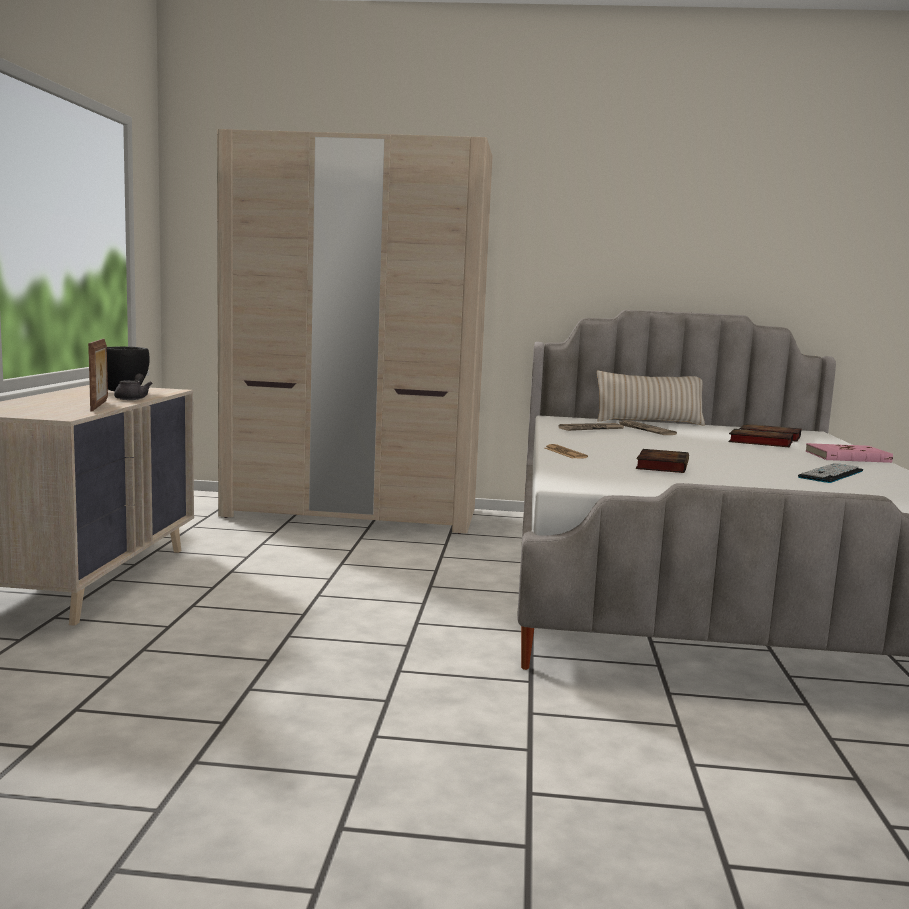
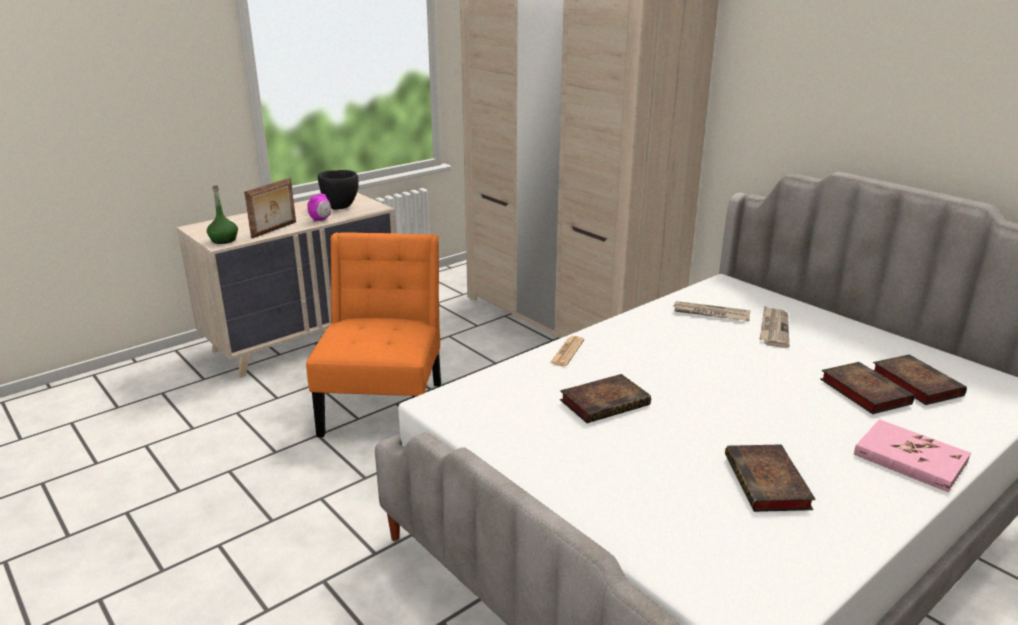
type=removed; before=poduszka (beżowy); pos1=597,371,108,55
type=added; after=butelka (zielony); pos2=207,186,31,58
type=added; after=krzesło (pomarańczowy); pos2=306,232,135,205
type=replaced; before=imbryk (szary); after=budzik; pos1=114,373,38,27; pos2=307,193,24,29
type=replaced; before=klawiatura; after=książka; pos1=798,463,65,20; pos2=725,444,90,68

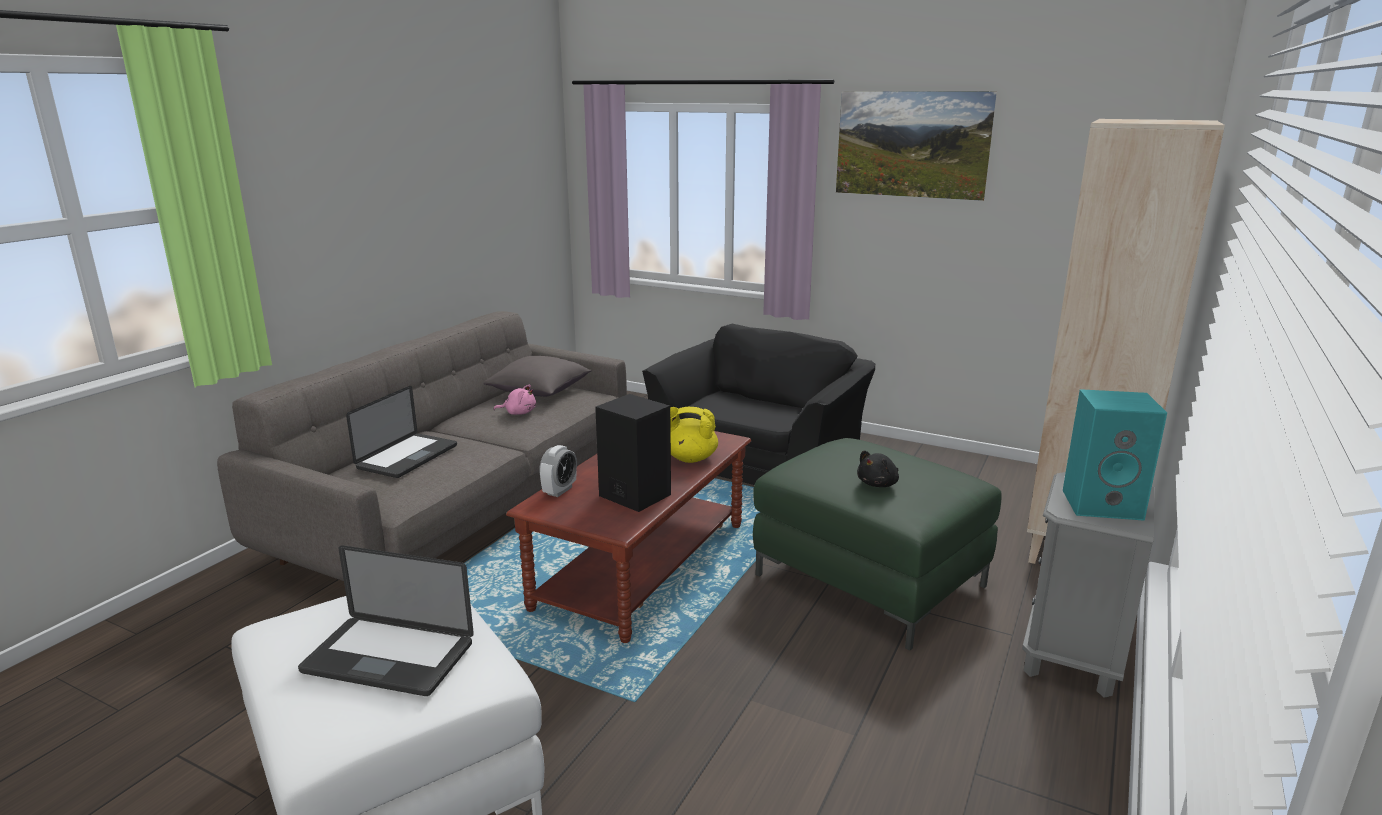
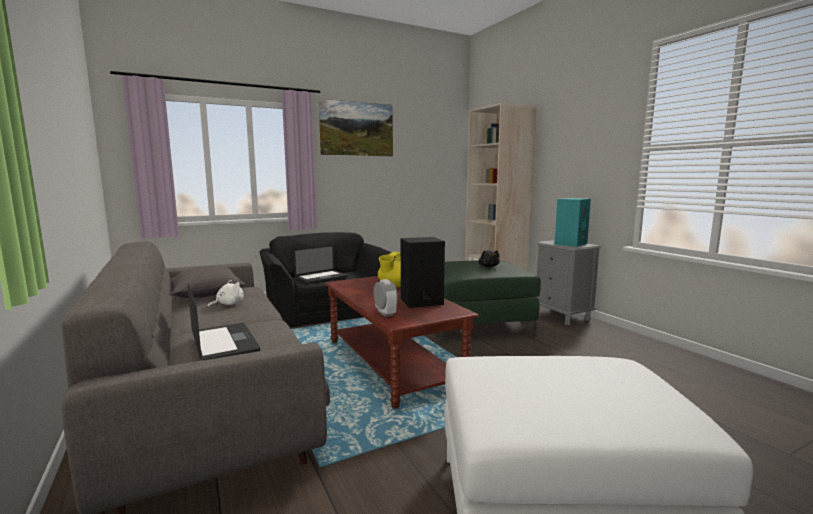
type=moved; before=laptop; pos1=298,545,176,151; pos2=293,245,55,39
type=recoloured; before=pluszak (różowy); after=pluszak (biały); pos1=494,385,42,30; pos2=207,280,37,27

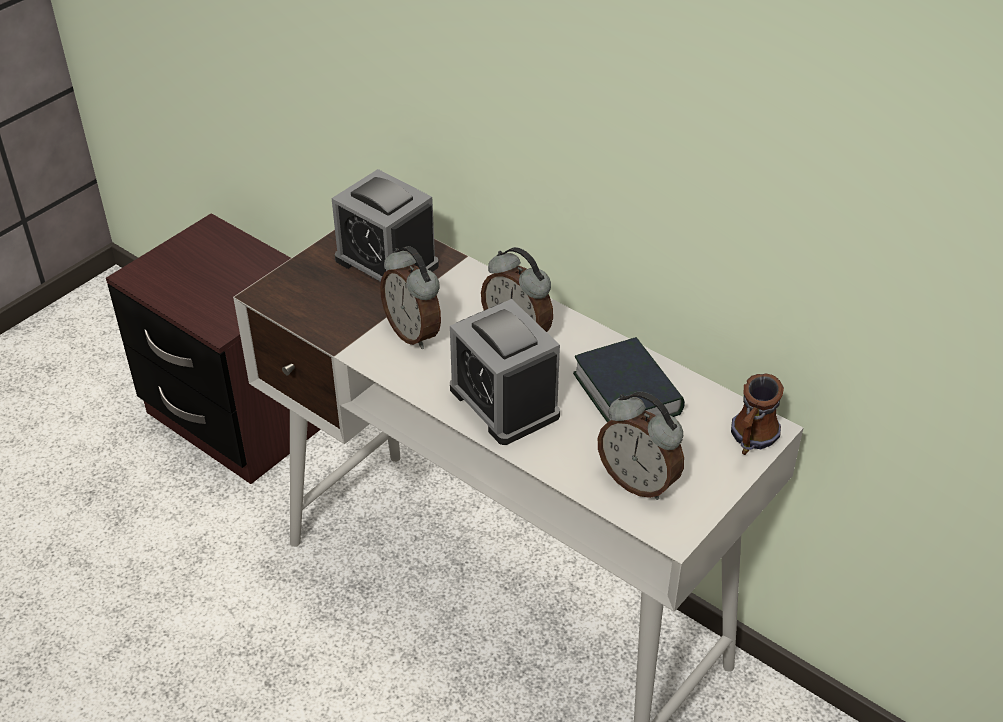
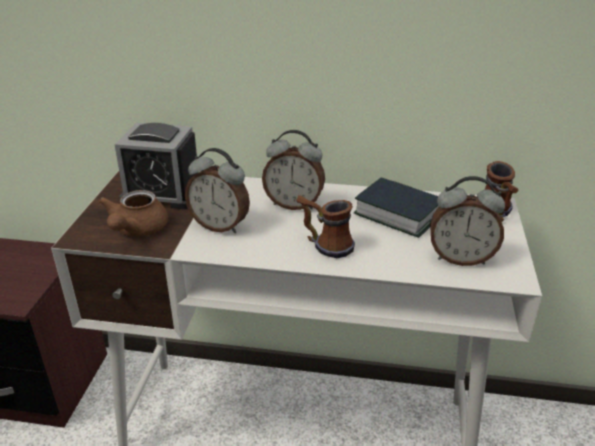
type=added; after=imbryk (brązowy); pos2=98,190,70,47
type=replaced; before=budzik; after=kubek; pos1=450,299,110,146; pos2=296,195,59,63

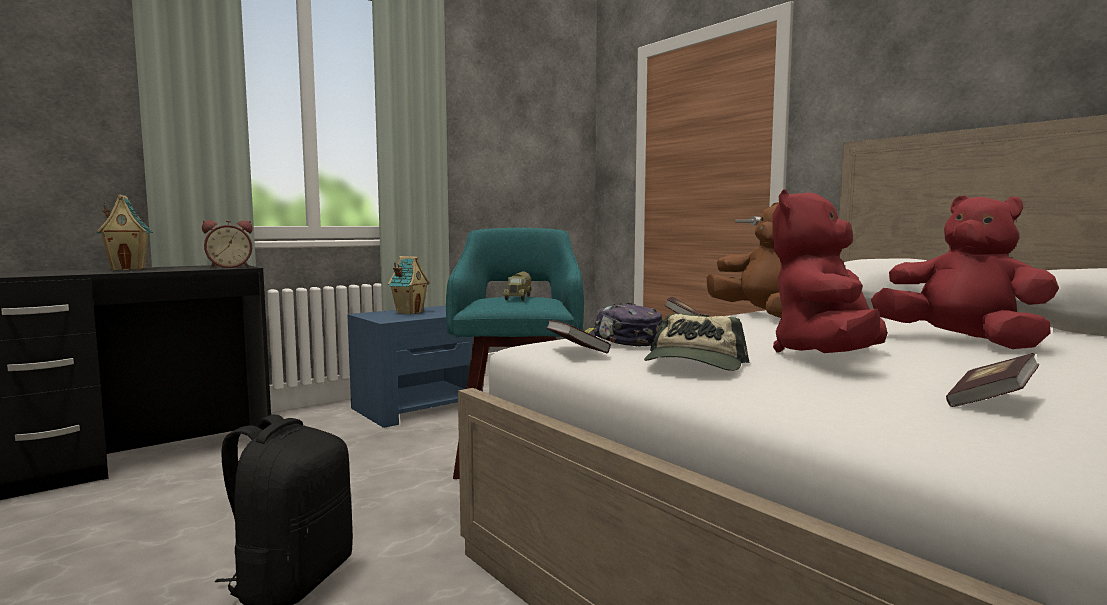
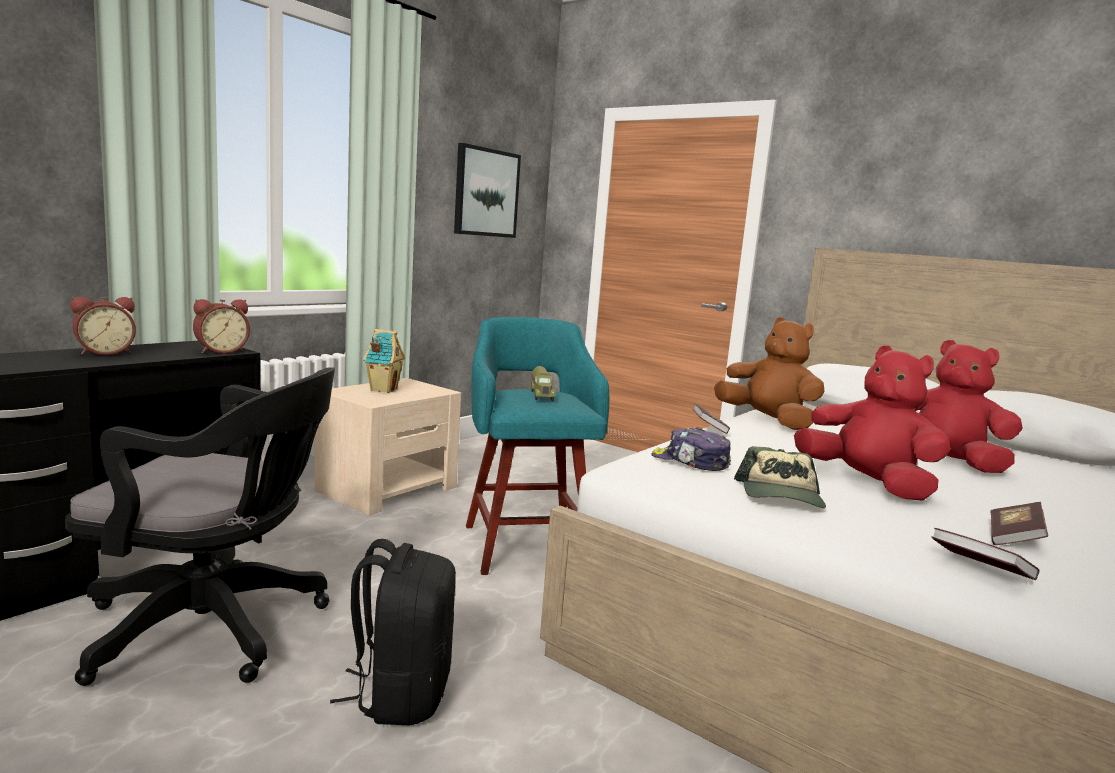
type=added; after=krzesło biurowe (czarny); pos2=65,367,270,319
type=added; after=obraz; pos2=454,143,67,95
type=moved; before=książka; pos1=546,320,65,33; pos2=931,528,108,52
type=replaced; before=domek; after=budzik; pos1=96,194,57,76; pos2=70,297,66,58
type=recoloured; before=szafka nocna (niebieski); after=szafka nocna (beżowy); pos1=347,306,136,122; pos2=314,378,147,137
type=turned; before=pluszak (czerwony); pos1=773,189,115,164; pos2=794,346,157,155; turn=120

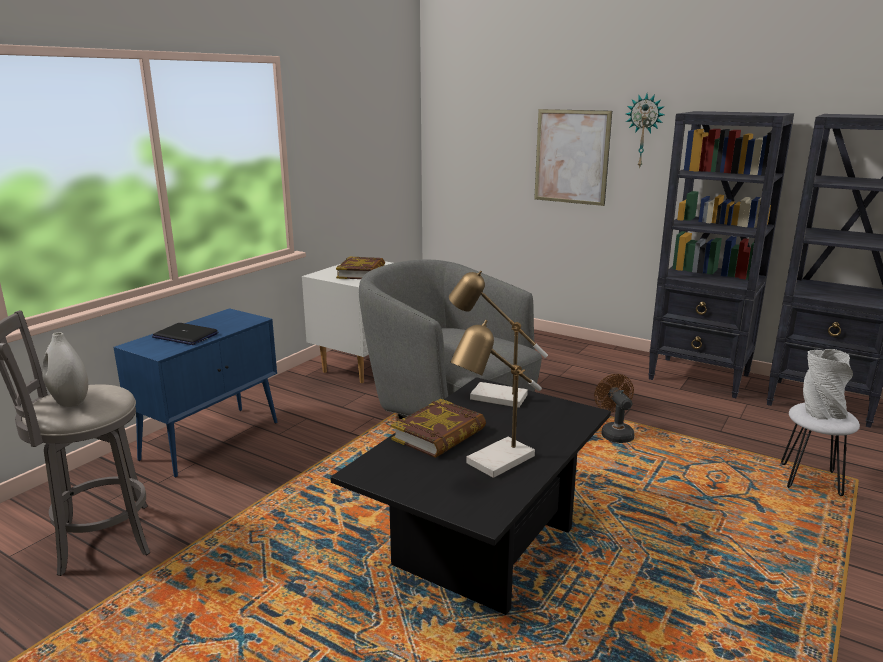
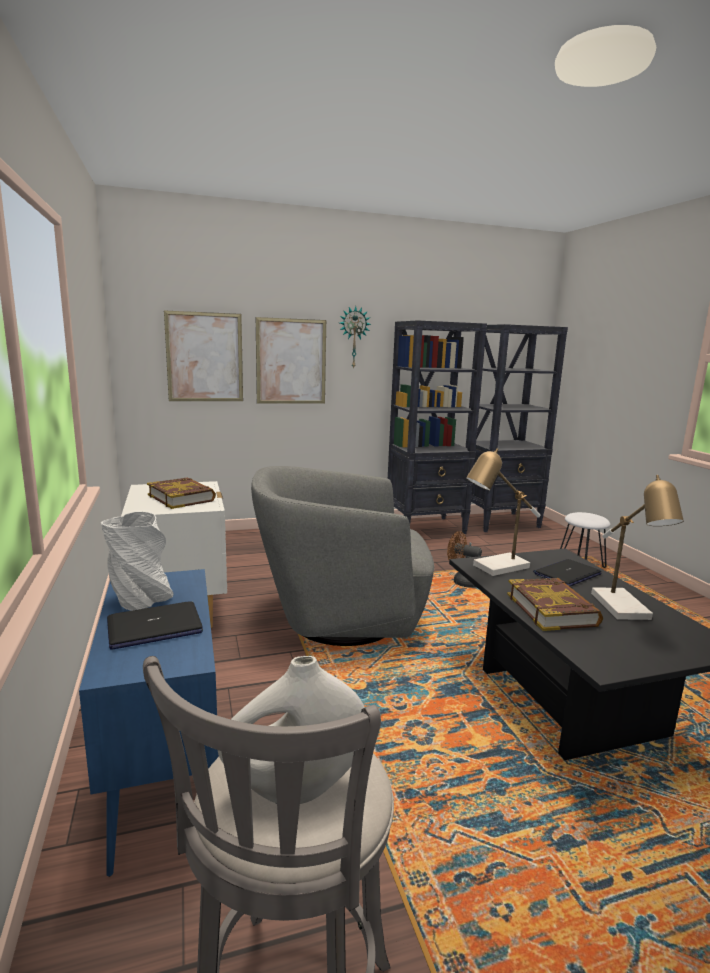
type=added; after=obraz; pos2=164,310,79,91
type=added; after=laptop; pos2=533,559,69,28
type=moved; before=wazon (szary); pos1=803,349,50,70; pos2=101,512,73,99

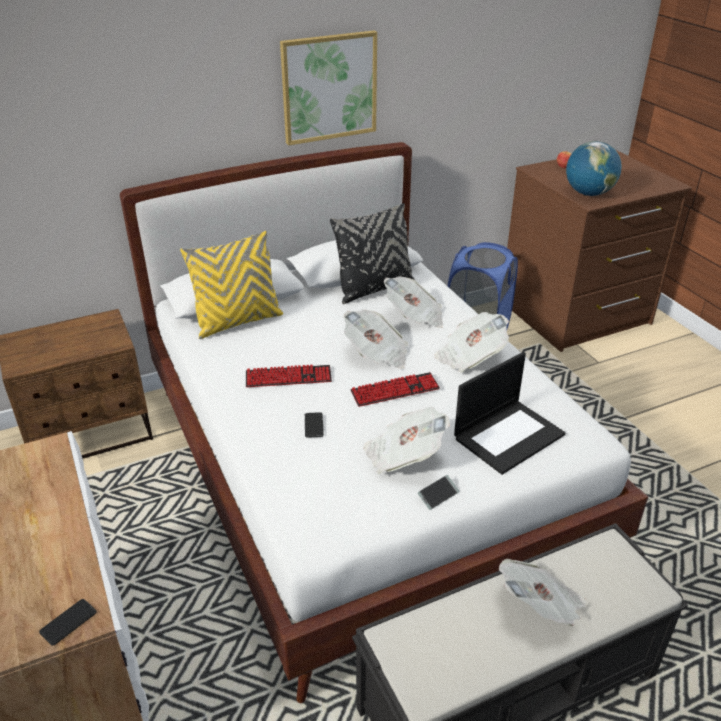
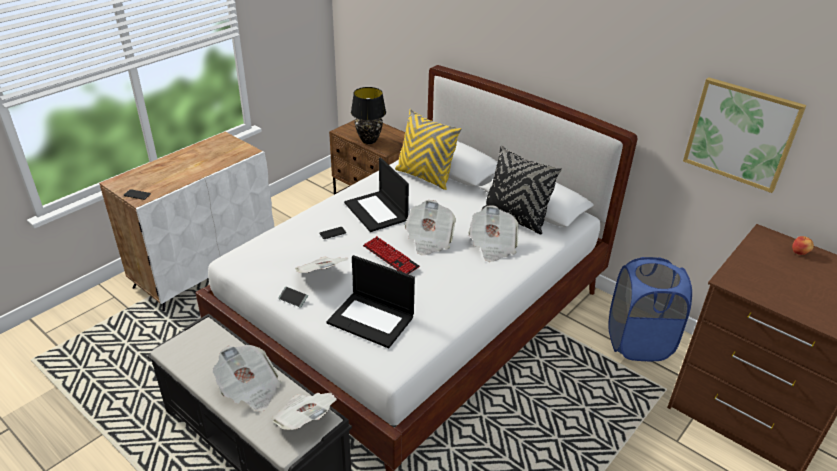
type=removed; before=globus; pos1=566,141,56,55
type=added; after=lampa stołowa (czarny); pos2=351,87,35,57
type=moved; before=obraz; pos1=280,30,97,116; pos2=683,77,123,116
type=moved; before=gazeta; pos1=435,312,74,60; pos2=271,393,66,37
type=replaced; before=klawiatura; after=laptop; pos1=246,365,86,22; pos2=344,158,65,74

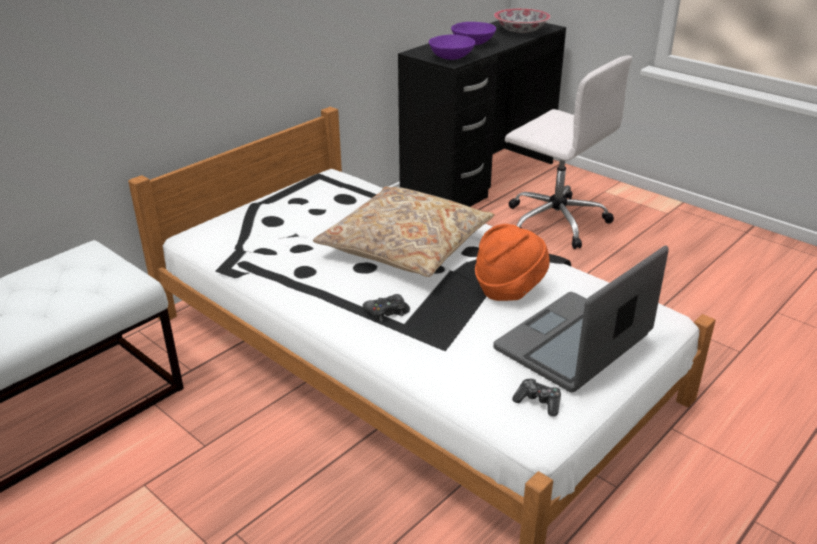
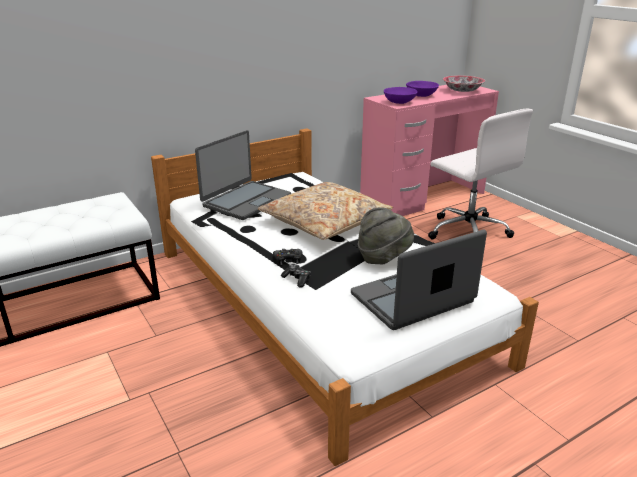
type=added; after=laptop; pos2=195,130,96,90
type=moved; before=pad do gier; pos1=512,378,49,39; pos2=281,264,30,23
type=recoloured; before=biurko (czarny); after=biurko (różowy); pos1=398,21,168,186; pos2=360,85,139,131
type=recoloured; before=kapelusz (pomarańczowy); after=kapelusz (szary); pos1=475,224,75,77; pos2=358,207,56,57

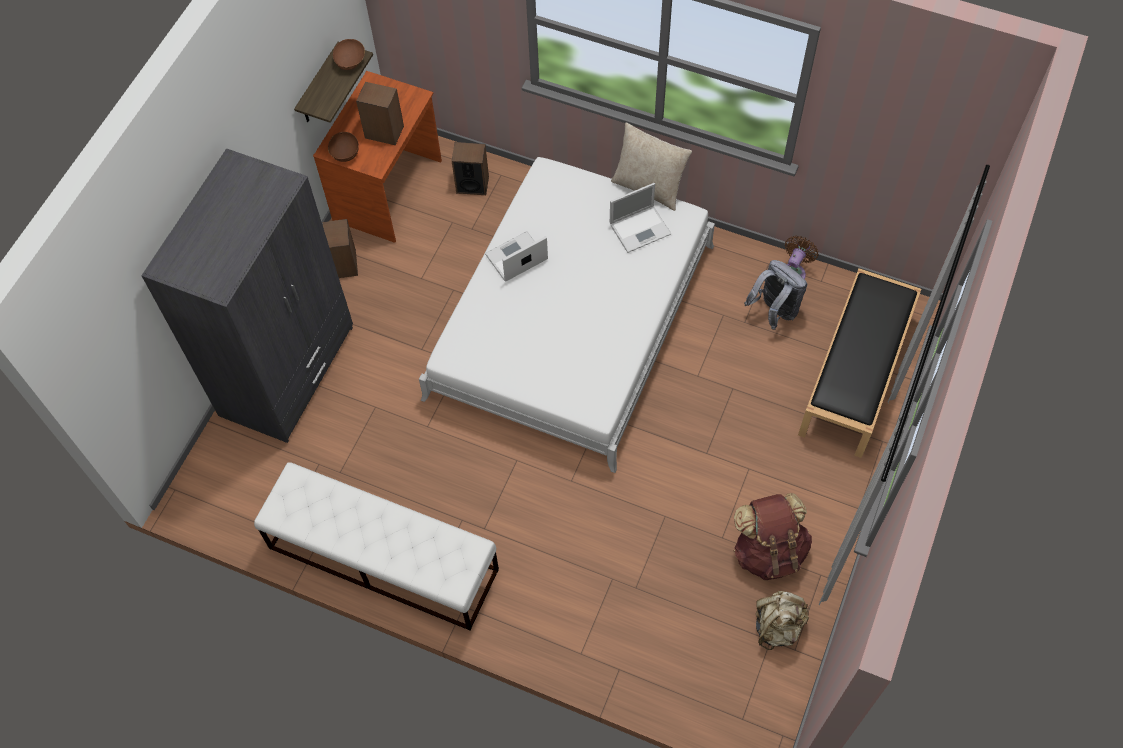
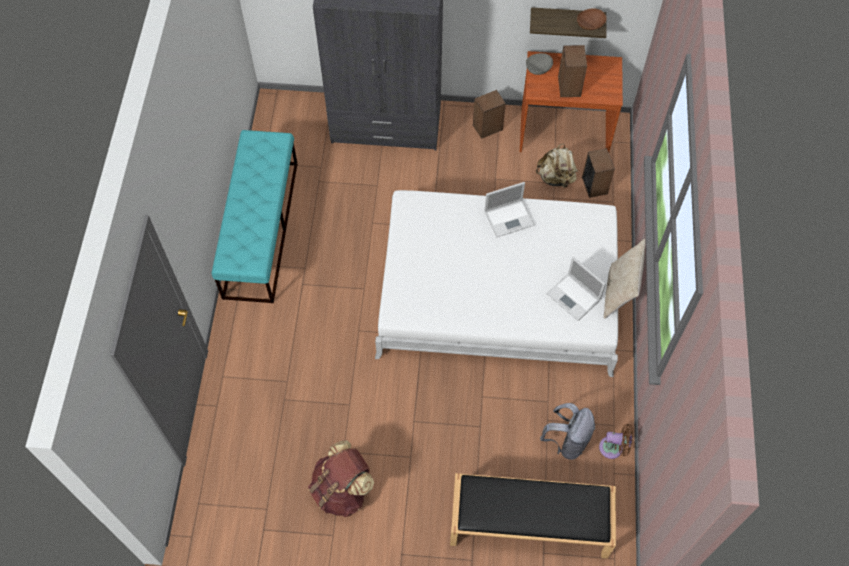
type=moved; before=plecak (beżowy); pos1=756,591,54,59; pos2=536,143,42,45
type=recoloured; before=ławka (biały); after=ławka (turkusowy); pos1=254,462,245,169; pos2=211,130,87,173
type=recoloured; before=miska (brązowy); after=miska (szary); pos1=328,132,31,30; pos2=526,53,27,22
type=turned; before=laptop; pos1=485,231,63,50; pos2=484,182,51,55; turn=120

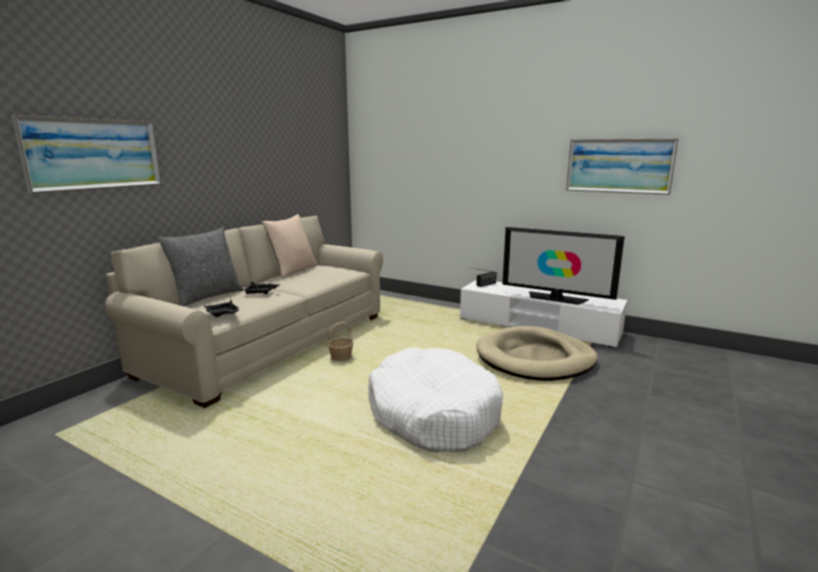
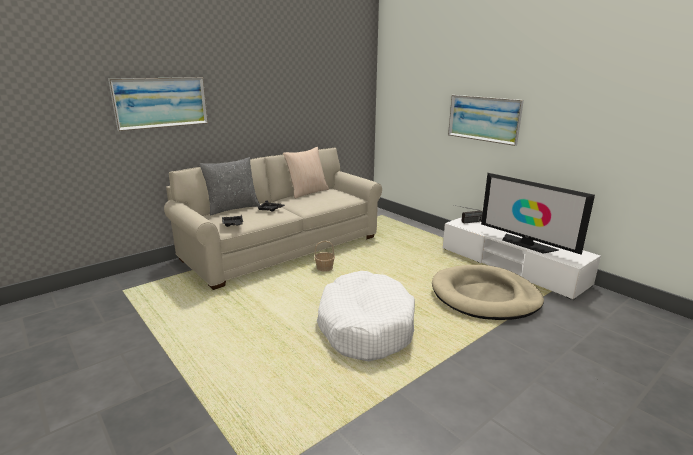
type=moved; before=obraz; pos1=566,138,112,57; pos2=448,95,76,51

